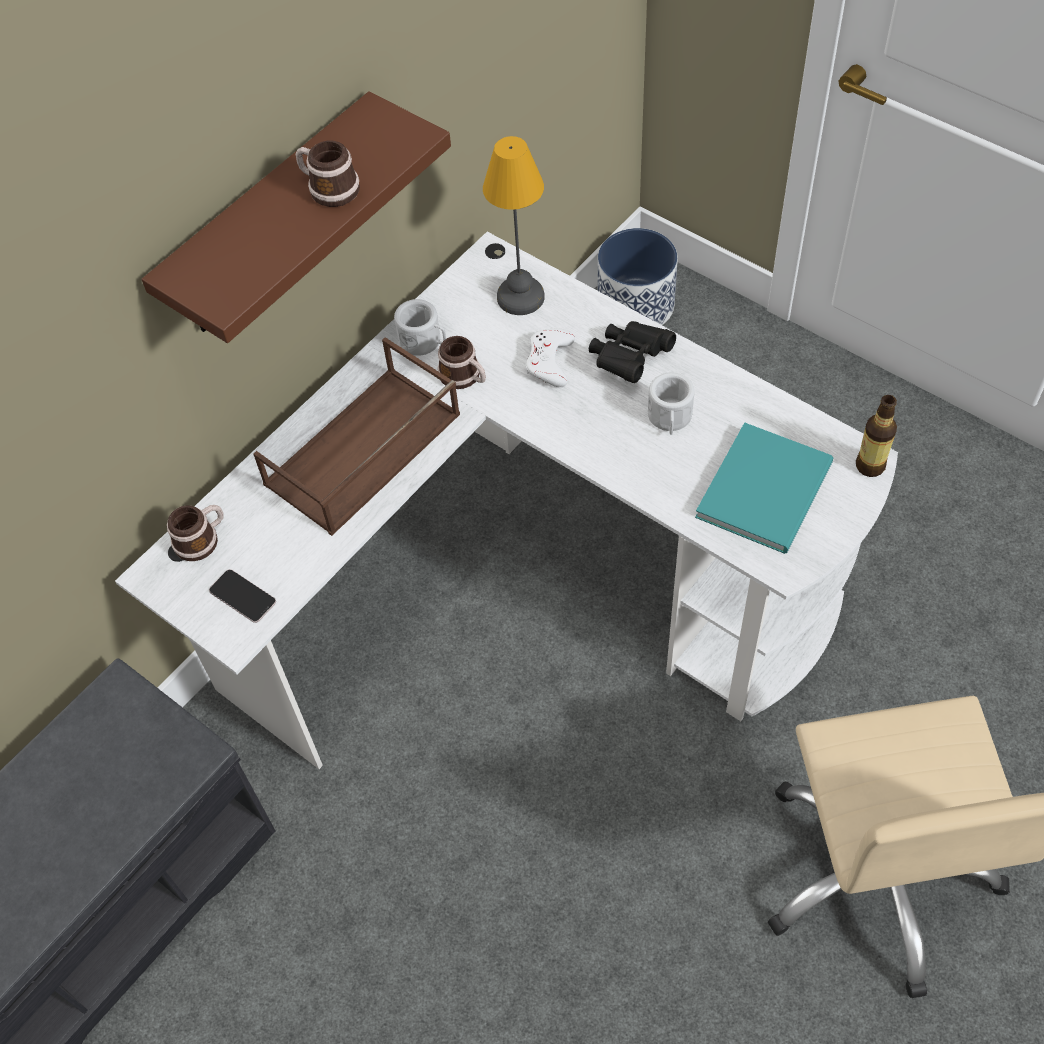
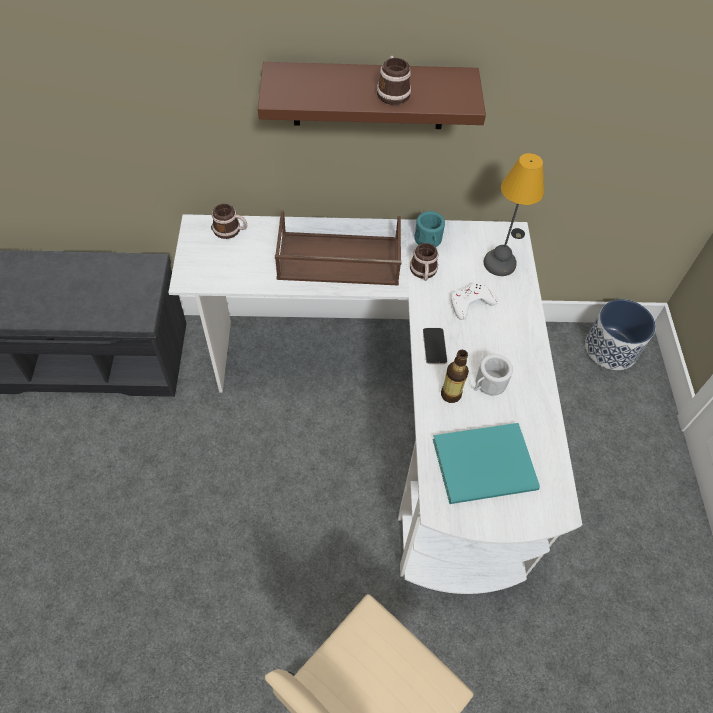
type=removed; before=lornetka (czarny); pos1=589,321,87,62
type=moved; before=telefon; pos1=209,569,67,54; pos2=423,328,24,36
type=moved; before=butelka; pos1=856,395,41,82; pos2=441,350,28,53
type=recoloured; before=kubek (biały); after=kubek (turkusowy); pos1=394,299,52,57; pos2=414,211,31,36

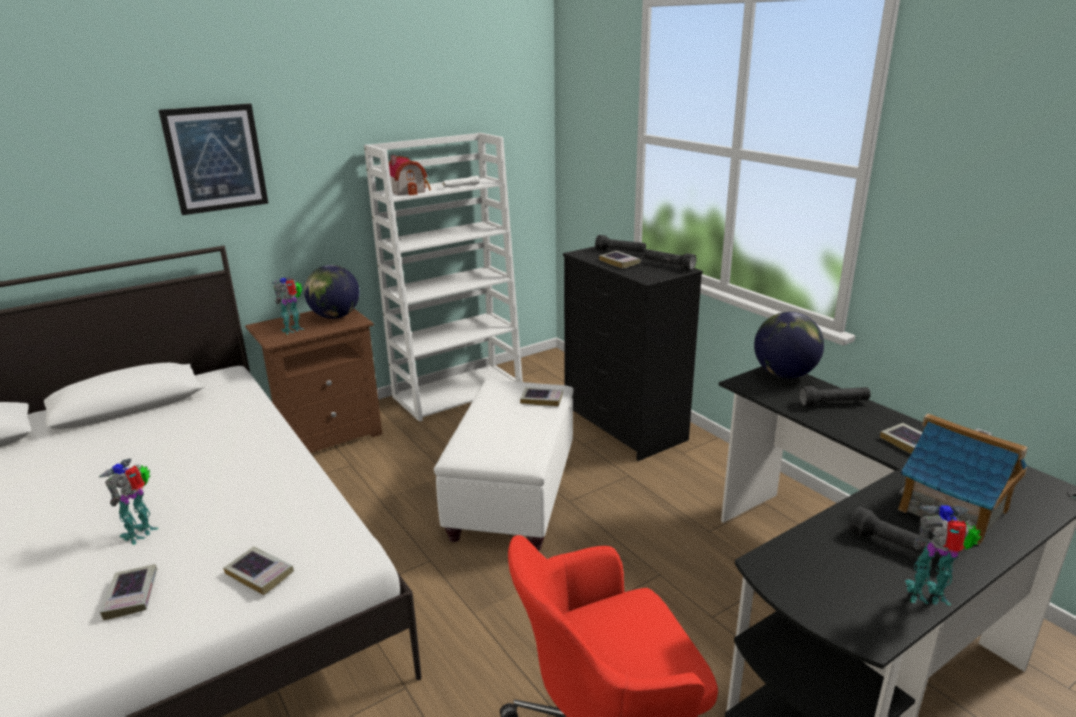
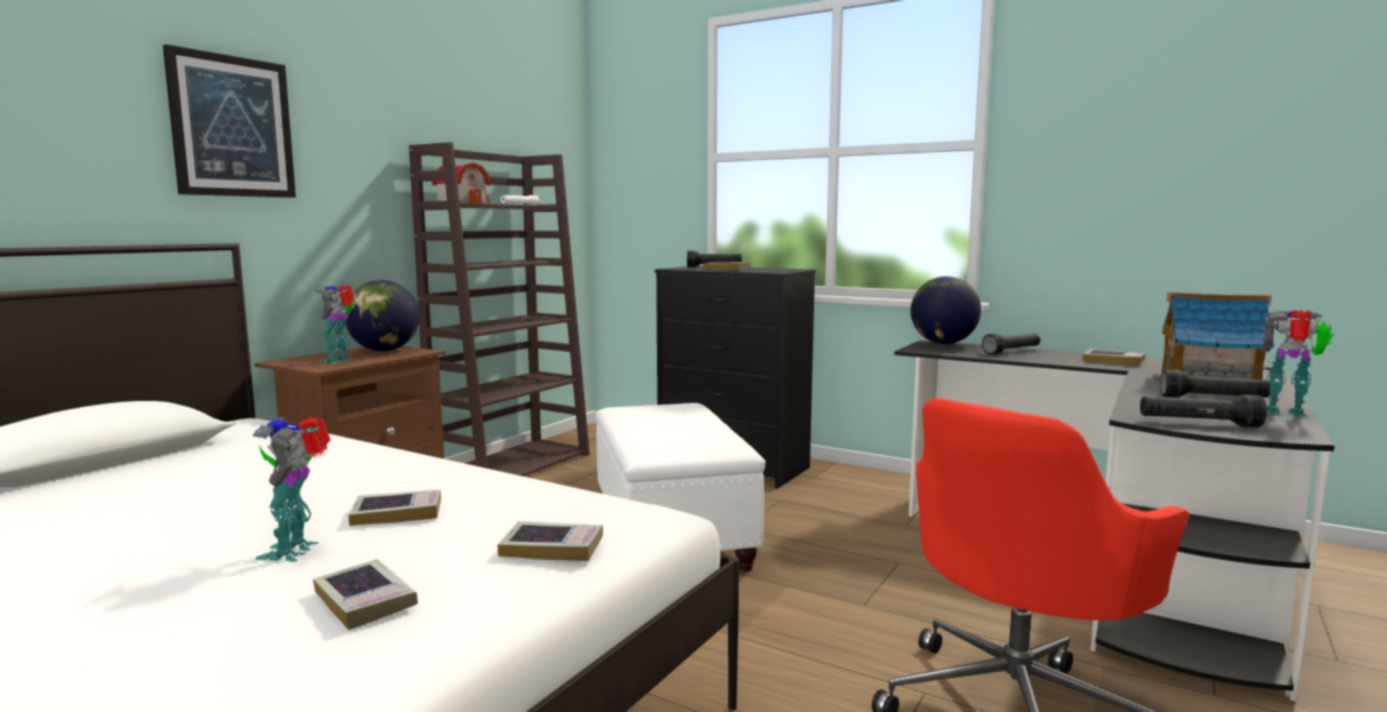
type=moved; before=książka; pos1=520,387,43,19; pos2=348,490,93,36
type=moved; before=latarka (czarny); pos1=643,249,53,22; pos2=1140,395,127,33
type=recoloured; before=regał (biały); after=regał (brązowy); pos1=364,133,159,289; pos2=409,142,181,334
type=turned; before=robot zabawkowy; pos1=905,504,76,102; pos2=1261,310,72,108; turn=45

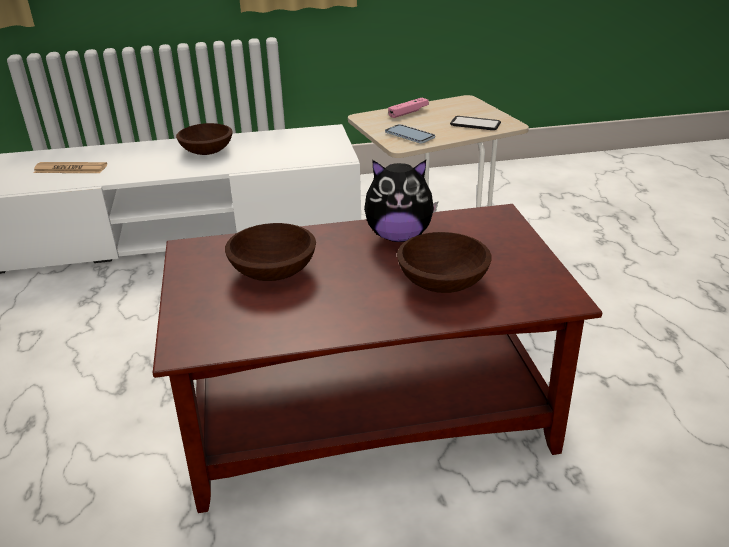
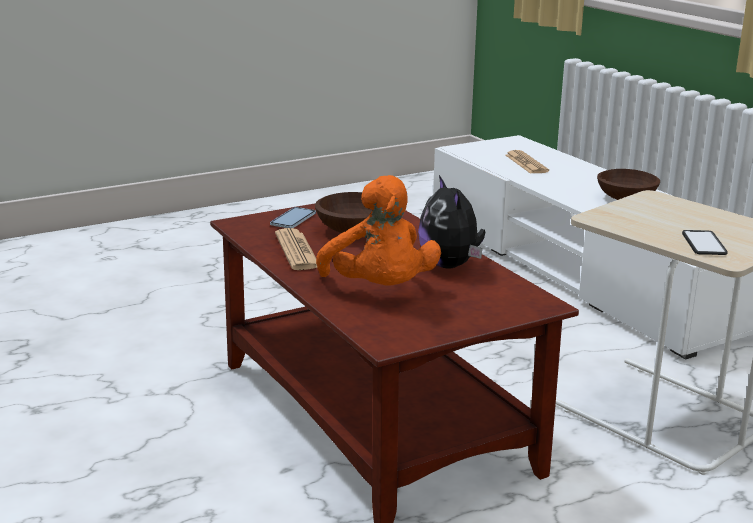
type=removed; before=pad do gier (różowy); pos1=388,98,41,20
type=added; after=gazeta; pos2=275,228,42,42
type=moved; before=telefon; pos1=385,124,50,19; pos2=270,207,46,21
type=replaced; before=miska (brązowy); after=pluszak (pomarańczowy); pos1=397,232,95,61; pos2=316,175,125,111

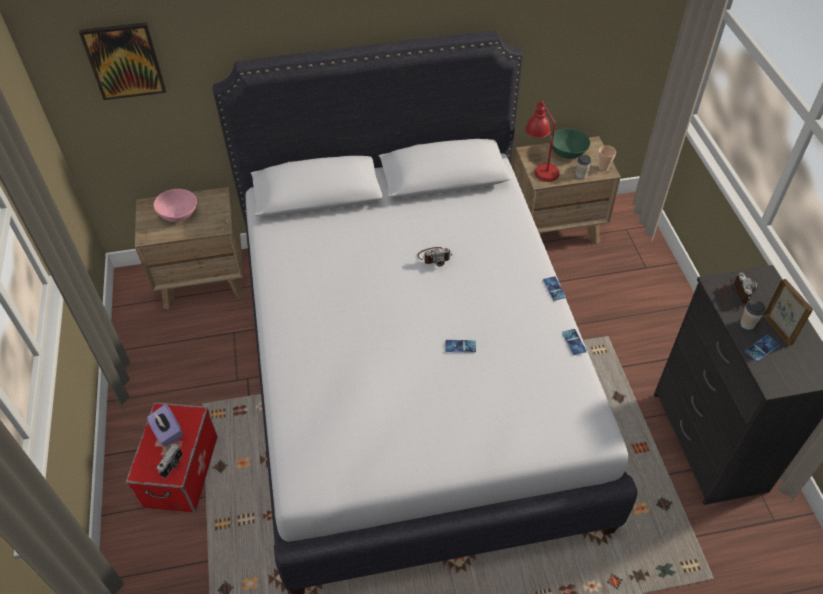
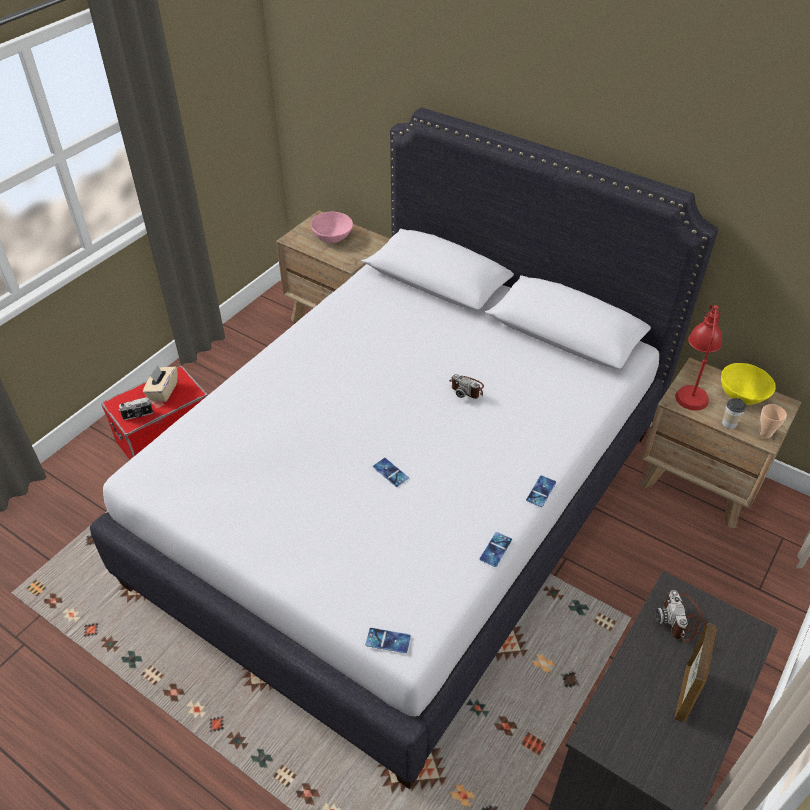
type=removed; before=obraz; pos1=79,22,87,78
type=removed; before=filiżanka; pos1=740,300,26,30
type=moved; before=telefon; pos1=745,335,35,26; pos2=366,628,45,25
type=recoloured; before=pudełko chusteczek (fioletowy); after=pudełko chusteczek (beżowy); pos1=147,404,36,42; pos2=143,365,35,37
type=recoloured; before=miska (zielony); after=miska (żółty); pos1=550,129,40,30; pos2=721,363,55,42
type=turned; before=aparat fotograficzny; pos1=718,273,40,36; pos2=655,590,51,52; turn=135

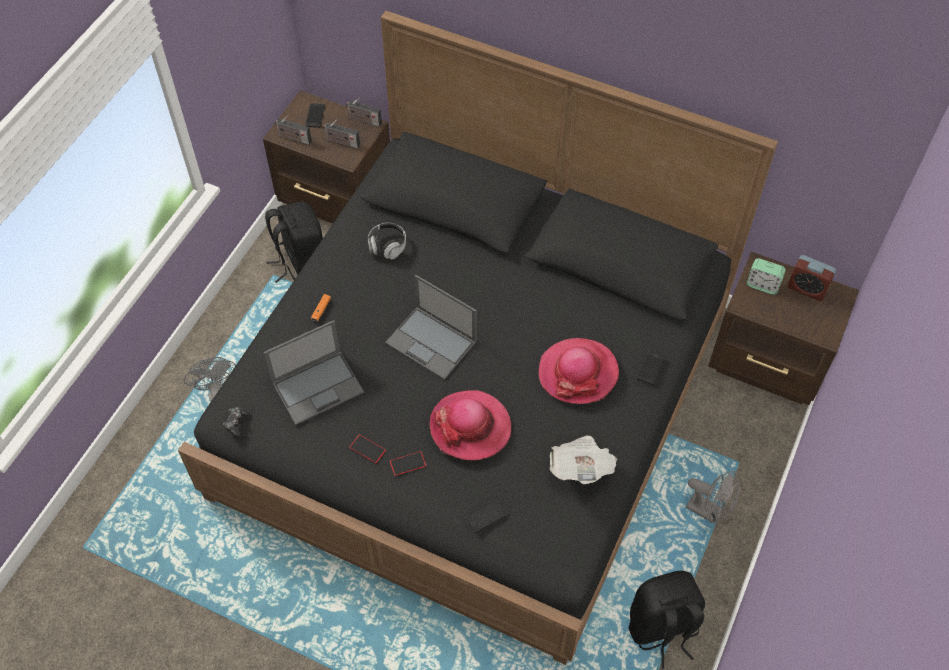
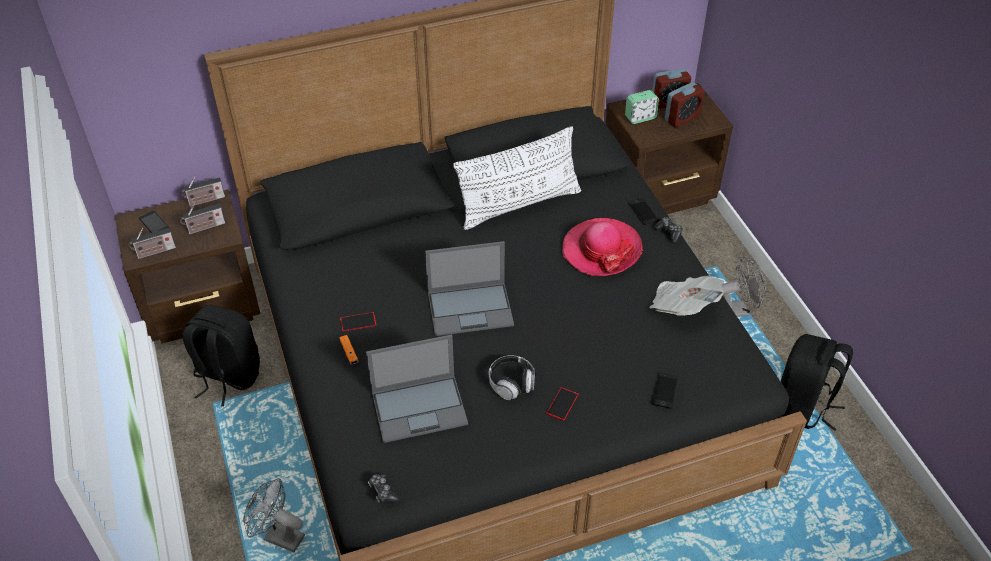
type=removed; before=kapelusz; pos1=429,390,82,70
type=added; after=poduszka (biały); pos2=453,126,128,104
type=added; after=pad do gier; pos2=654,217,29,26
type=added; after=budzik; pos2=665,82,39,45
type=moved; before=telefon; pos1=349,434,37,29; pos2=340,312,36,19
type=moved; before=słuchawki; pos1=368,223,38,36; pos2=489,355,46,45
type=turned; before=laptop; pos1=264,320,100,105; pos2=366,334,102,109; turn=60

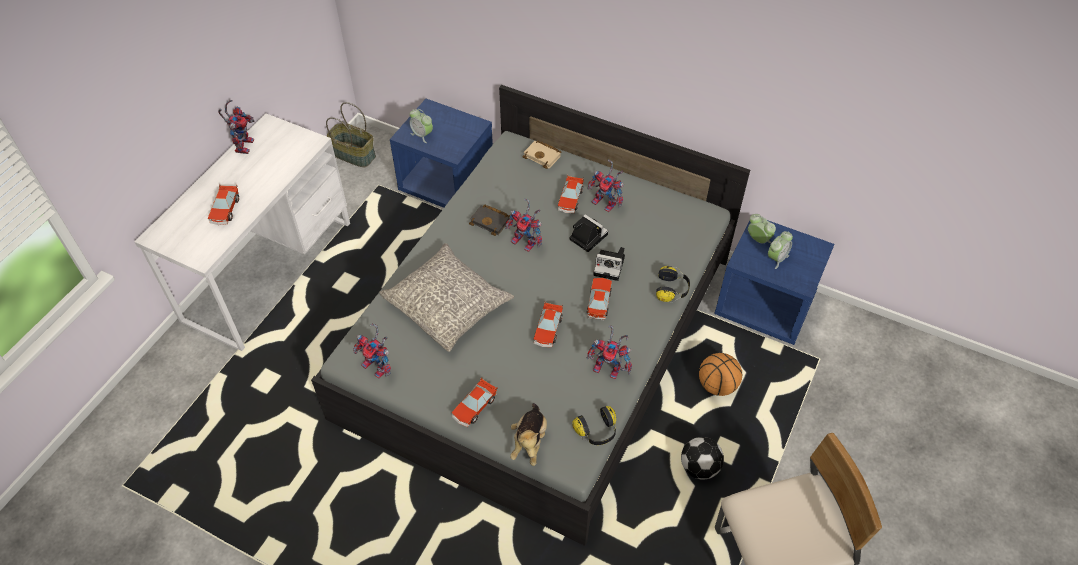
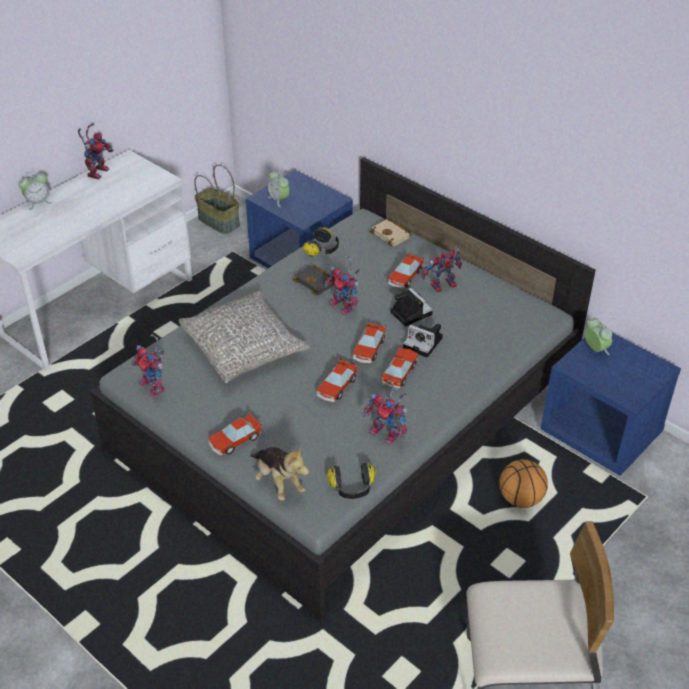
type=removed; before=piłka futbolowa; pos1=681,437,43,42
type=moved; before=samochodzik; pos1=208,184,31,41; pos2=353,322,33,42
type=moved; before=słuchawki; pos1=656,266,34,36; pos2=303,226,36,32
type=moved; before=budzik; pos1=768,231,25,38; pos2=18,171,34,39
type=turned; before=pluszak; pos1=510,403,37,63; pos2=250,446,59,54; turn=-60
type=turned; before=robot zabawkowy; pos1=587,160,37,52; pos2=420,246,42,46; turn=105

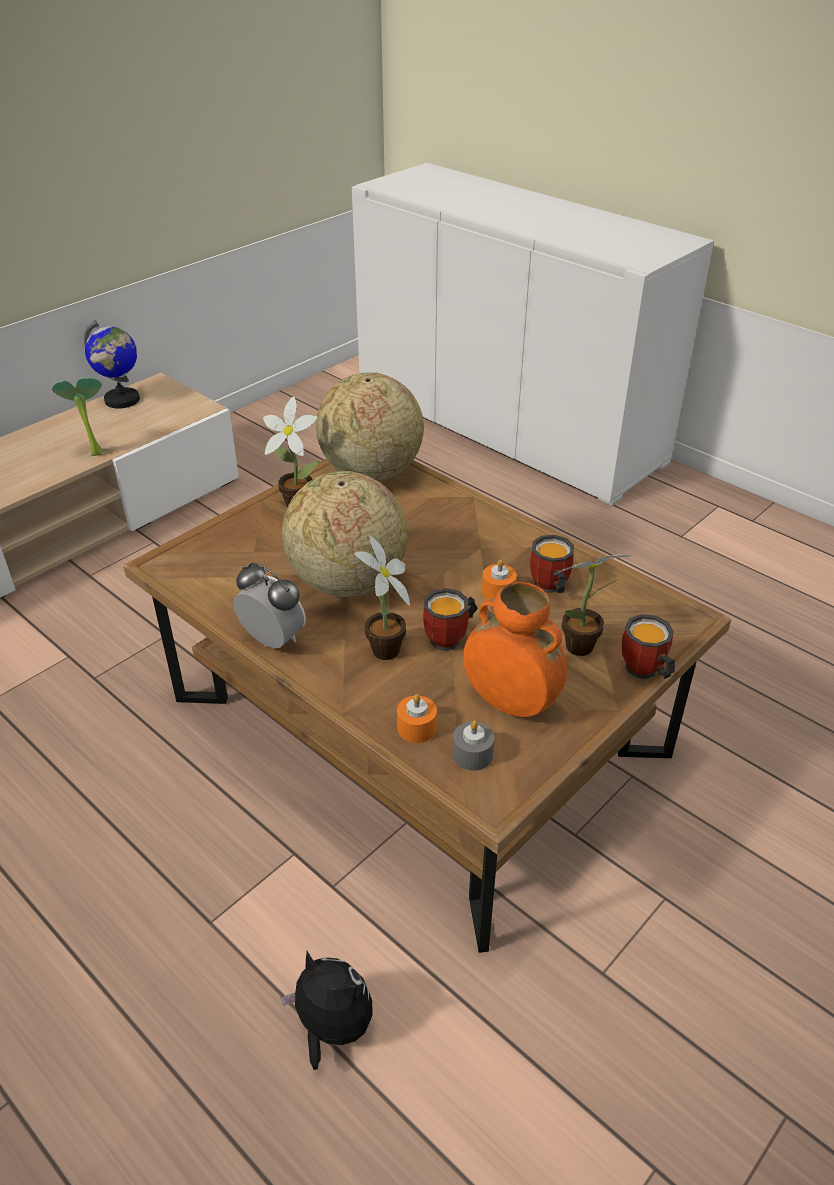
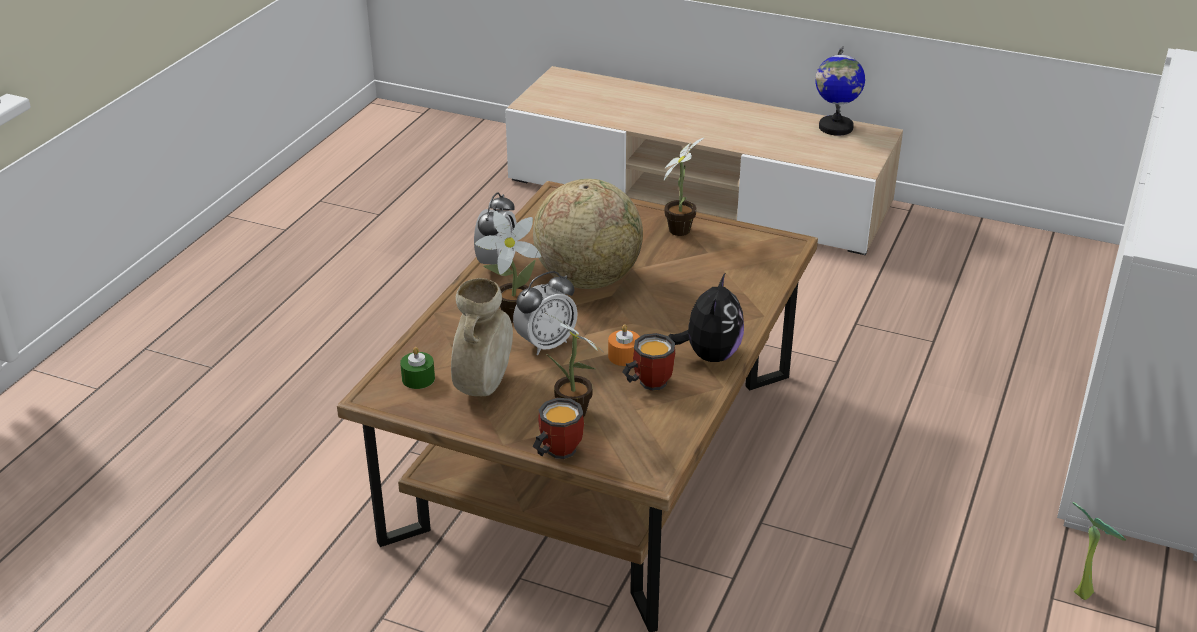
type=removed; before=globus; pos1=316,372,108,109
type=removed; before=świeca (pomarańczowy); pos1=397,694,40,49
type=moved; before=roślina doniczkowa; pos1=52,378,50,78; pos2=1073,502,53,98
type=moved; before=pluszak; pos1=280,951,93,119; pos2=669,272,75,90
type=replaced; before=kubek; after=budzik; pos1=423,588,55,63; pos2=513,271,65,84
type=recoloured; before=świeca (szary); after=świeca (zielony); pos1=453,721,41,50; pos2=400,347,35,42
type=recoloured; before=wazon (pomarańczowy); after=wazon (beżowy); pos1=463,582,105,135; pos2=451,278,62,118

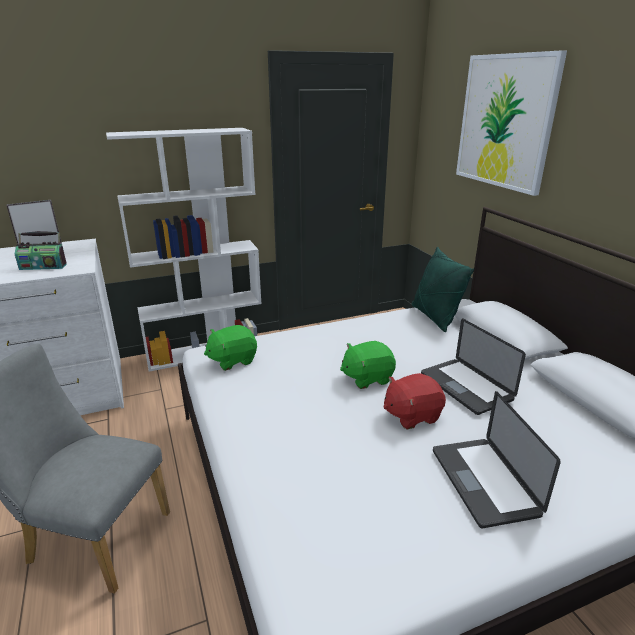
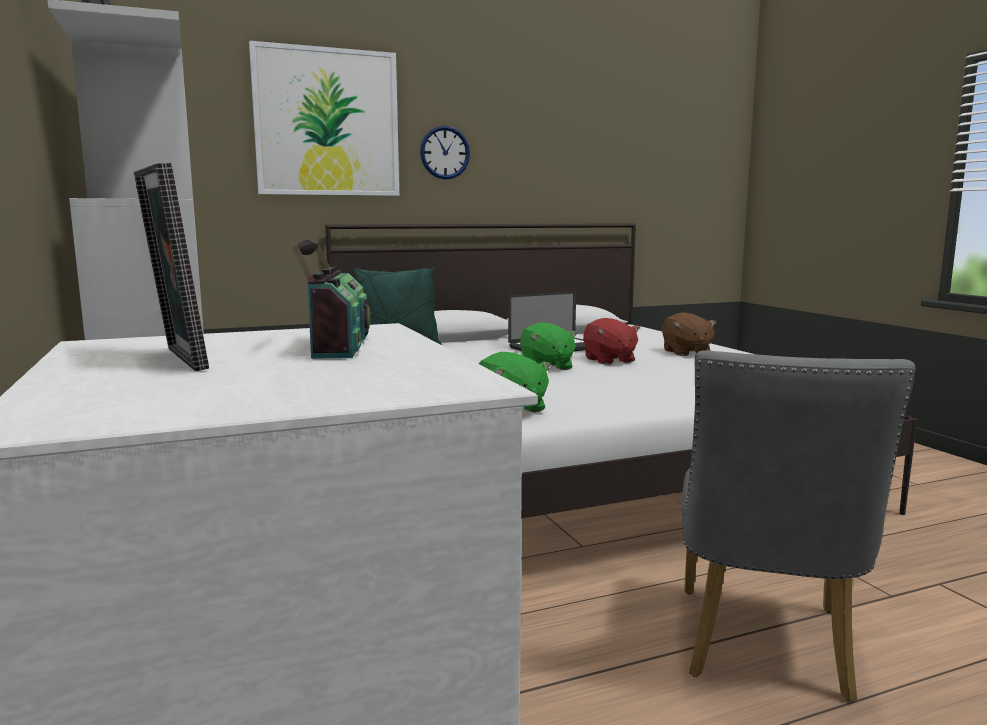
type=added; after=zegar ścienny; pos2=420,126,50,54
type=replaced; before=laptop; after=pluszak (brązowy); pos1=433,391,128,137; pos2=662,312,55,44

